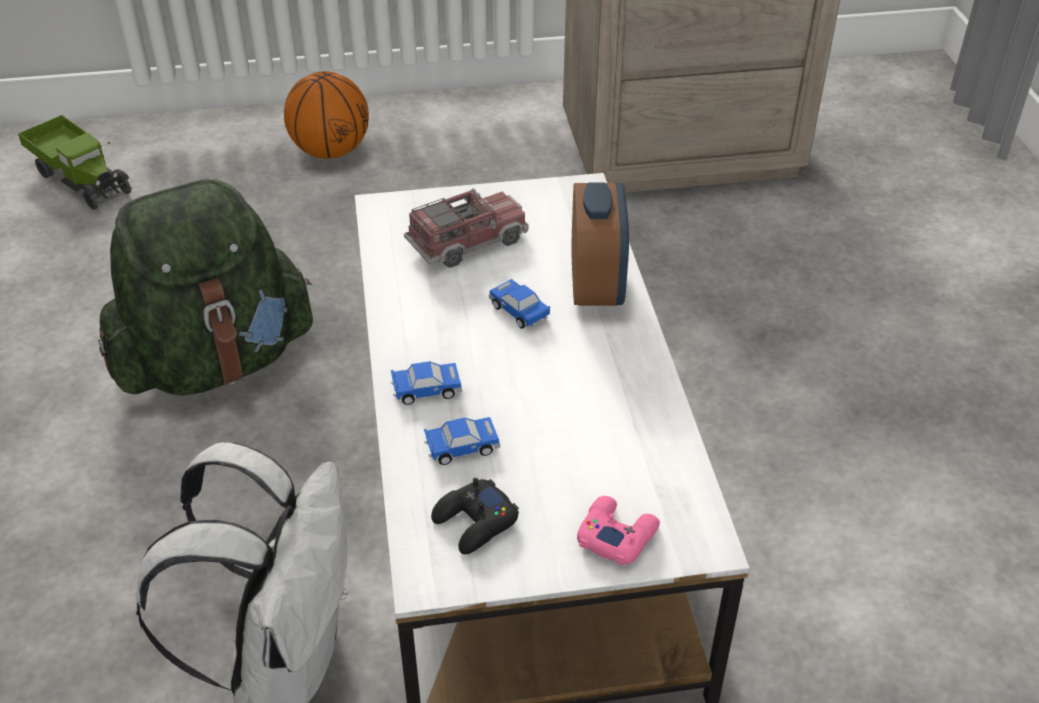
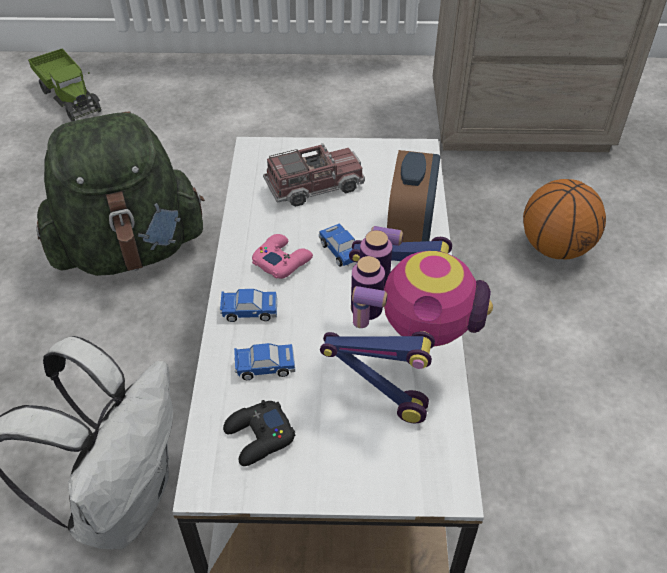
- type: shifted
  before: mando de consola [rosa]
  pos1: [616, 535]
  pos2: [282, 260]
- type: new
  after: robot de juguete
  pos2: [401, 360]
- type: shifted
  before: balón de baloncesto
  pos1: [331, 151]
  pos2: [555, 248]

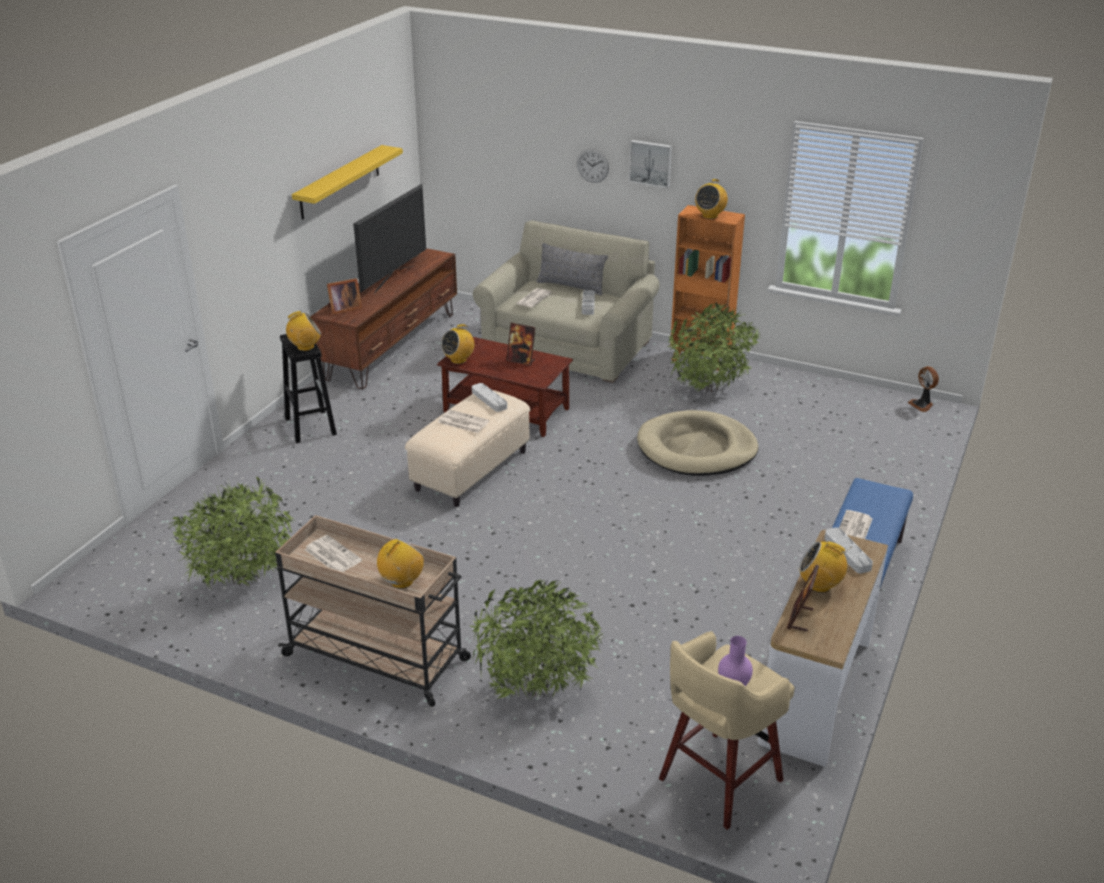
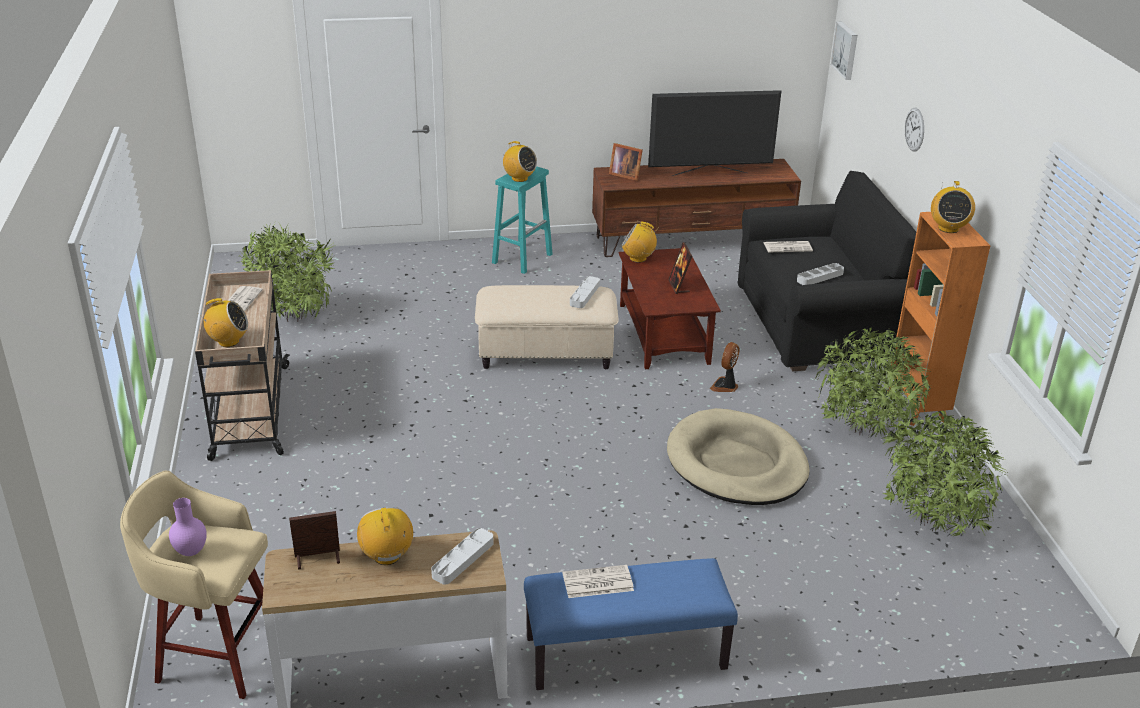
- type: repainted
  before: taburete [negro]
  after: taburete [turquesa]
  pos1: [310, 426]
  pos2: [522, 258]
- type: shifted
  before: ventilador
  pos1: [922, 405]
  pos2: [725, 386]
- type: repainted
  before: sofá [beis]
  after: sofá [negro]
  pos1: [568, 349]
  pos2: [818, 324]
- type: shifted
  before: cuadro
  pos1: [650, 163]
  pos2: [846, 50]
- type: shifted
  before: planta en maceta
  pos1: [535, 691]
  pos2: [928, 524]
- type: rotated
  before: radio
  pos1: [710, 215]
  pos2: [948, 228]
  turn: -75
- type: gone
  before: estante [amarillo]
  pos1: [340, 182]
- type: gone
  before: periódico
  pos1: [462, 422]
- type: gone
  before: cojín [gris]
  pos1: [571, 287]

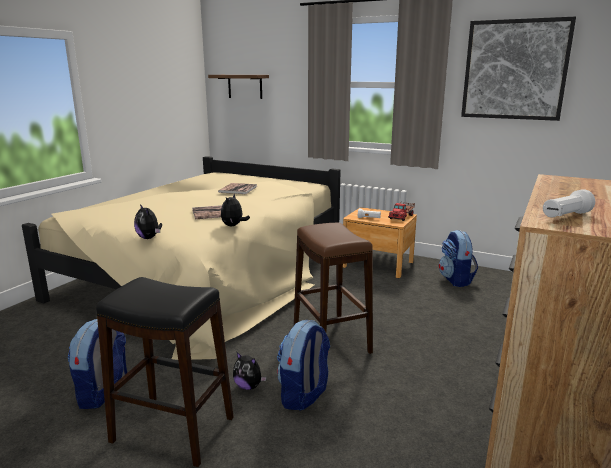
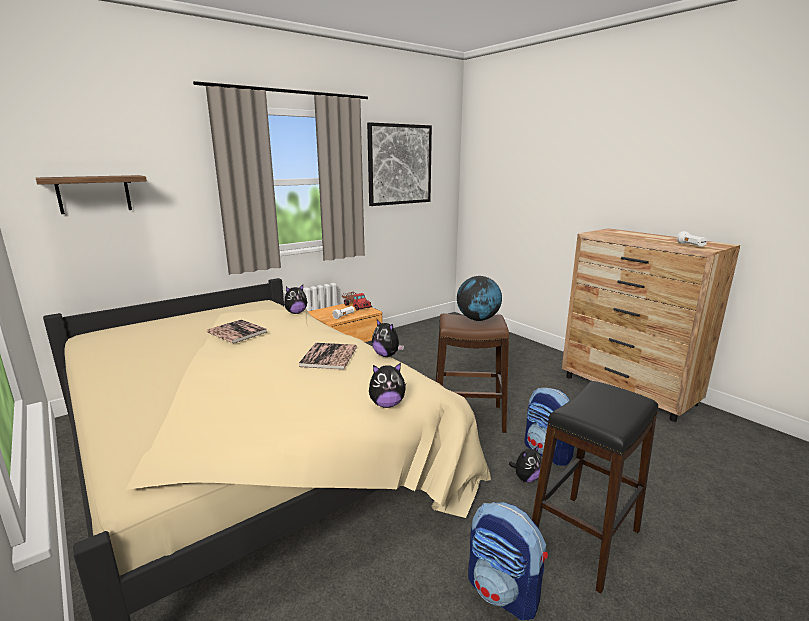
- type: new
  after: peluche
  pos2: [296, 313]
- type: new
  after: globo terráqueo
  pos2: [478, 319]
- type: gone
  before: mochila
  pos1: [456, 280]

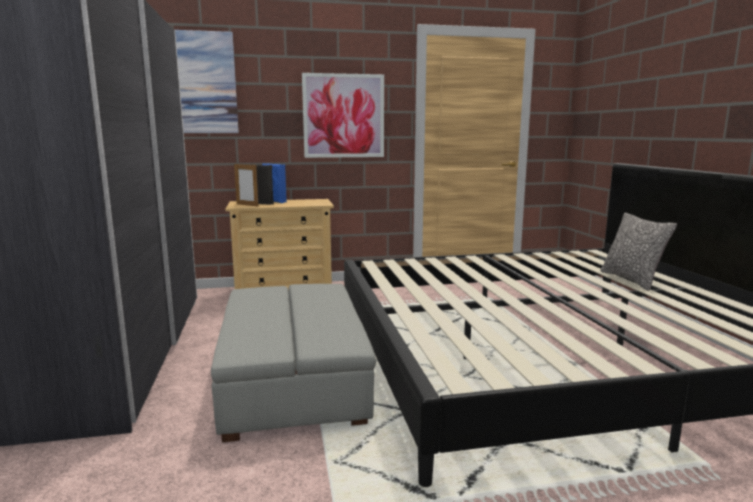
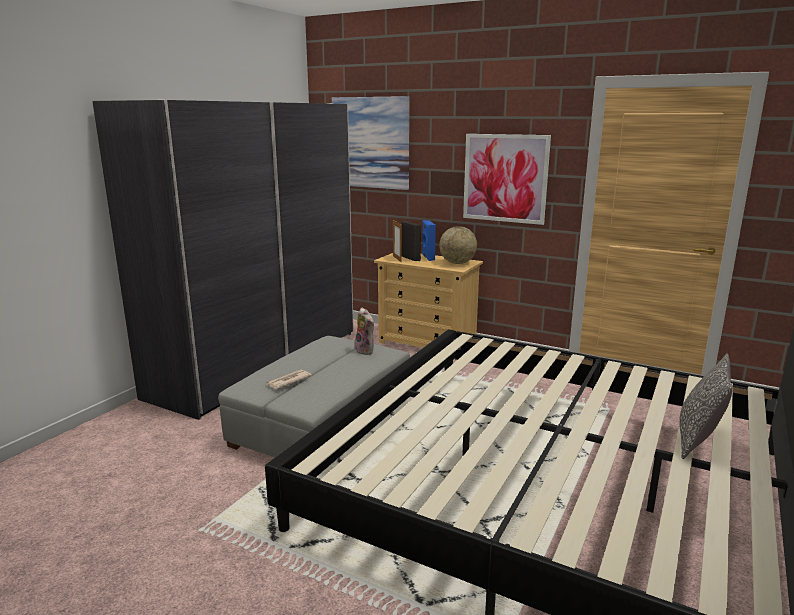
- type: new
  after: periódico
  pos2: [288, 381]
- type: new
  after: peluche
  pos2: [366, 351]
- type: new
  after: globo terráqueo
  pos2: [457, 263]

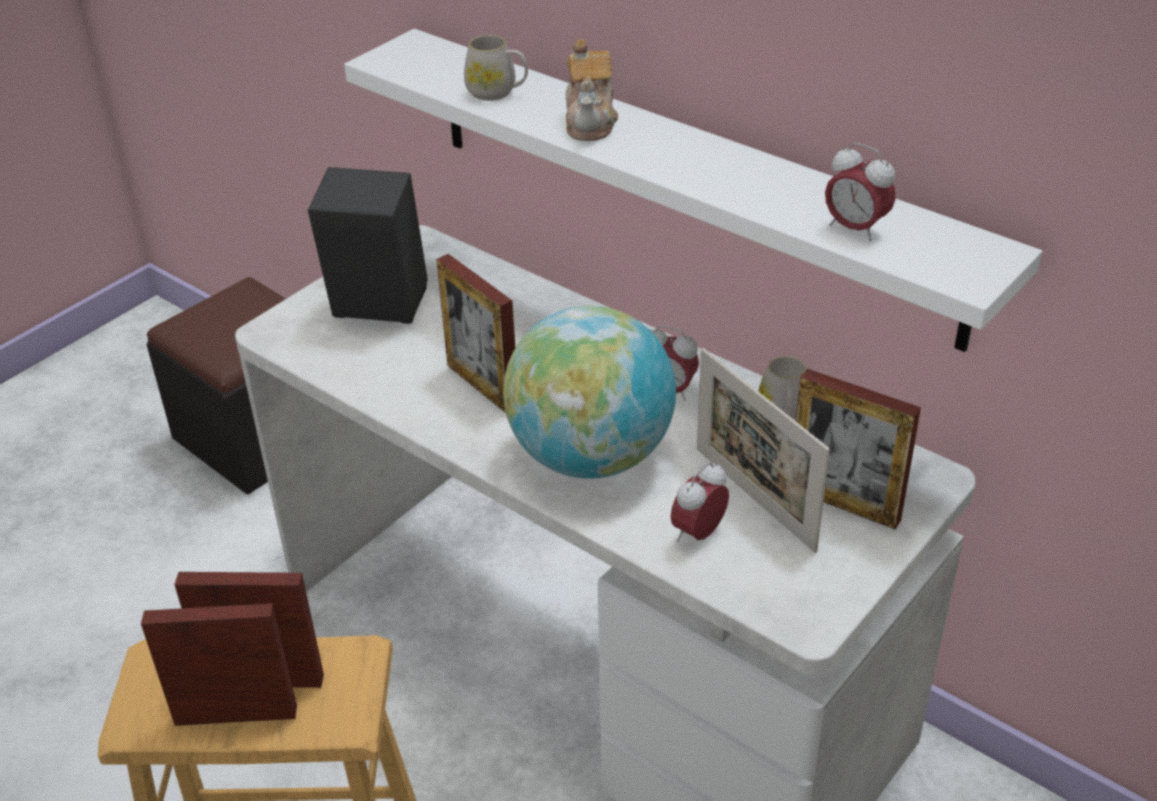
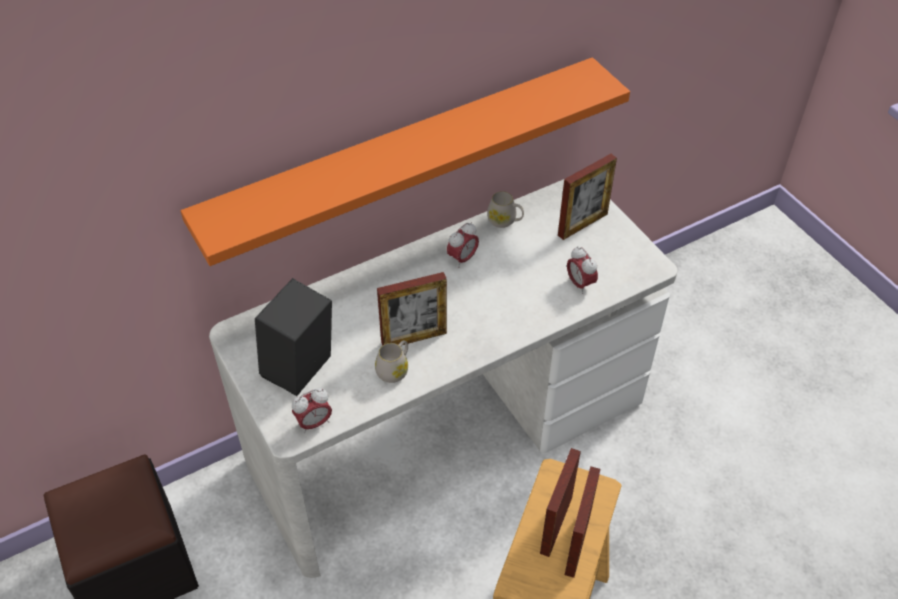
- type: repainted
  before: estante [blanco]
  after: estante [naranja]
  pos1: [684, 181]
  pos2: [403, 158]
- type: shifted
  before: despertador
  pos1: [855, 229]
  pos2: [314, 423]
- type: shifted
  before: taza grande [blanco]
  pos1: [497, 92]
  pos2: [394, 369]
- type: gone
  before: globo terráqueo
  pos1: [591, 456]
- type: gone
  before: tetera
  pos1: [591, 121]
- type: gone
  before: portarretratos
  pos1: [754, 498]

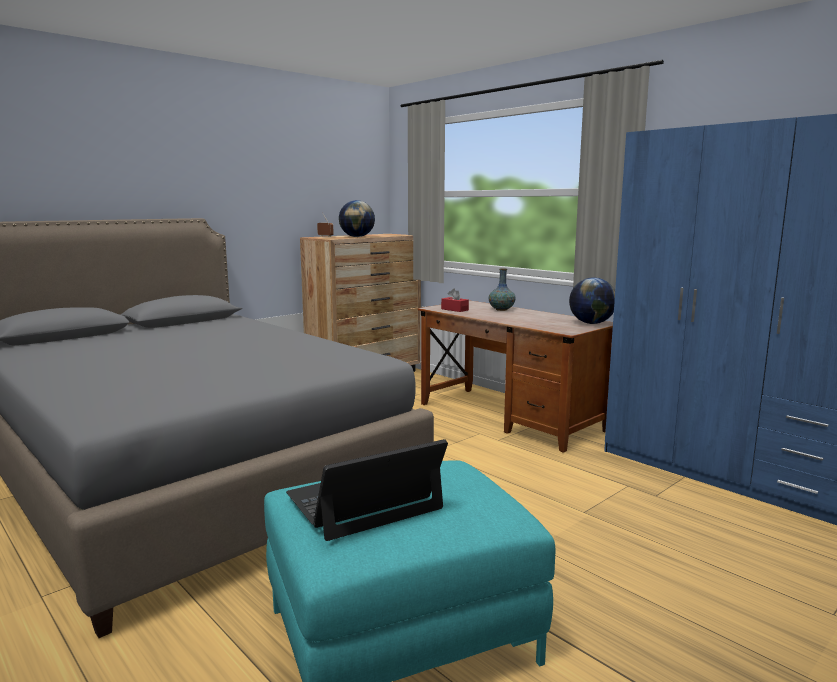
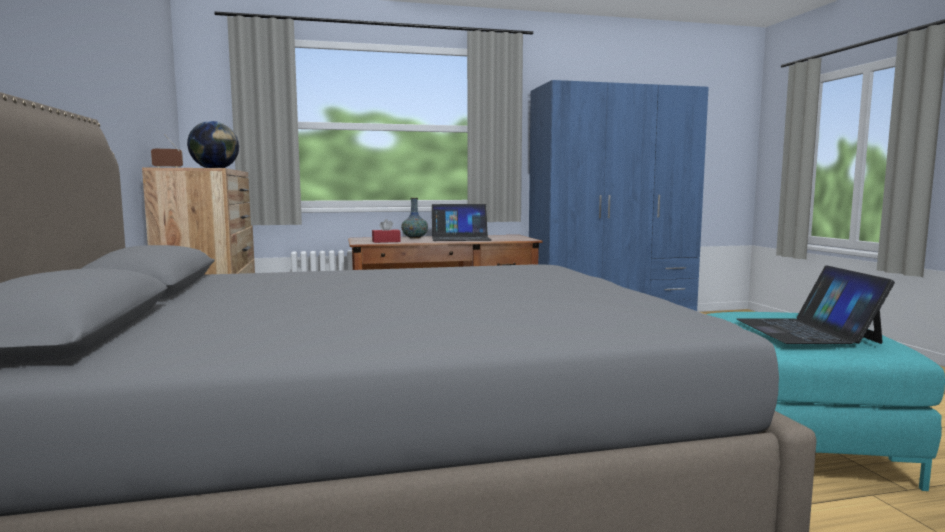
- type: new
  after: portátil
  pos2: [460, 238]
- type: gone
  before: globo terráqueo
  pos1: [591, 323]

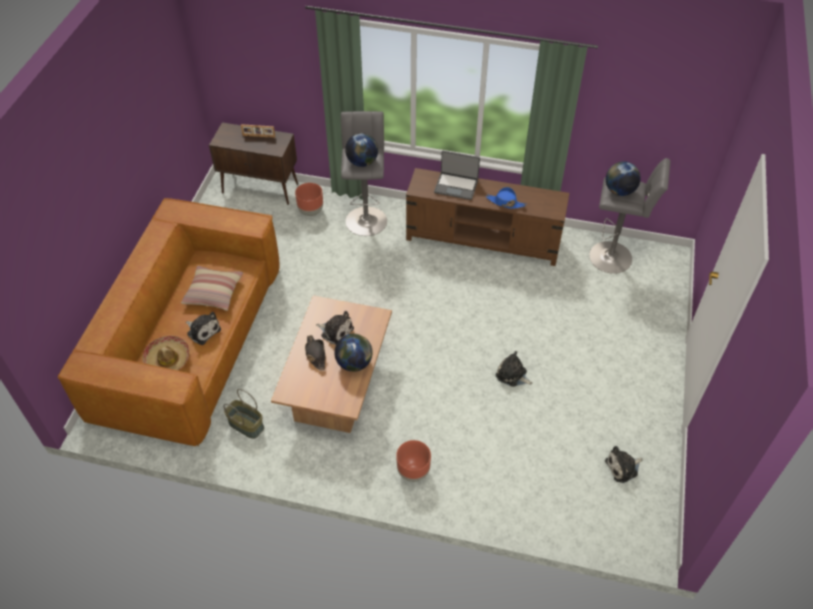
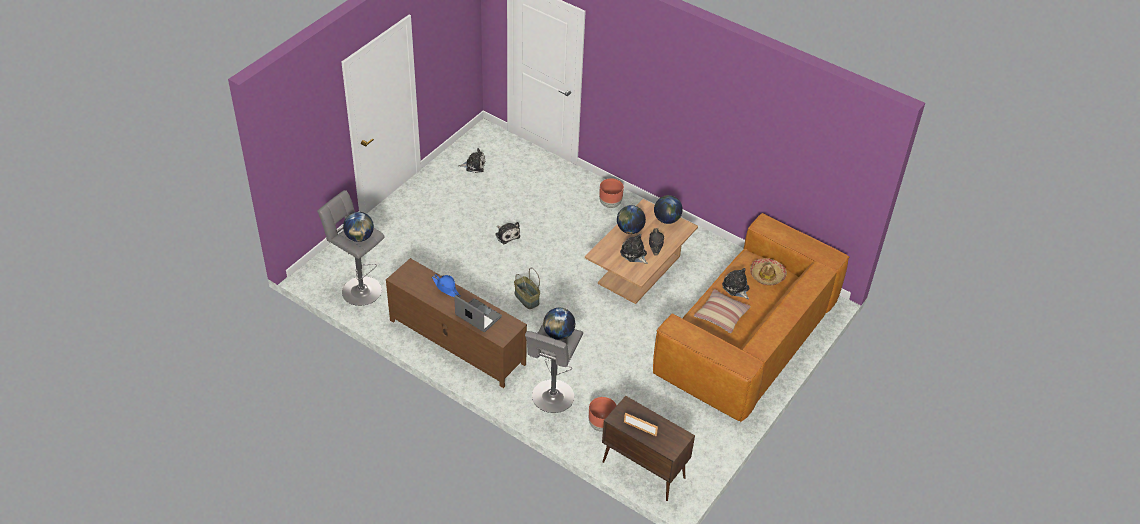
- type: shifted
  before: cesta
  pos1: [247, 425]
  pos2: [526, 298]
- type: new
  after: globo terráqueo
  pos2: [667, 219]

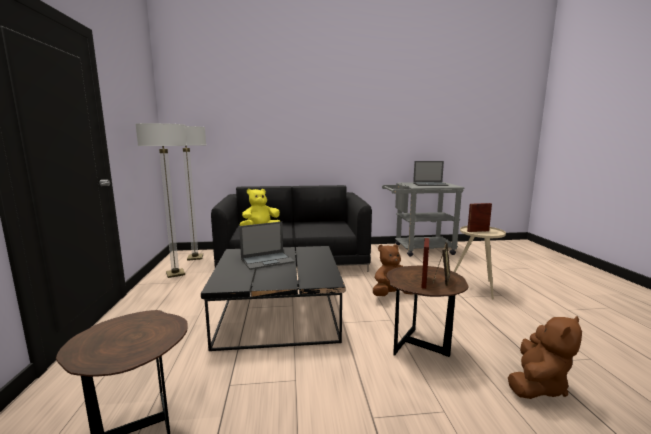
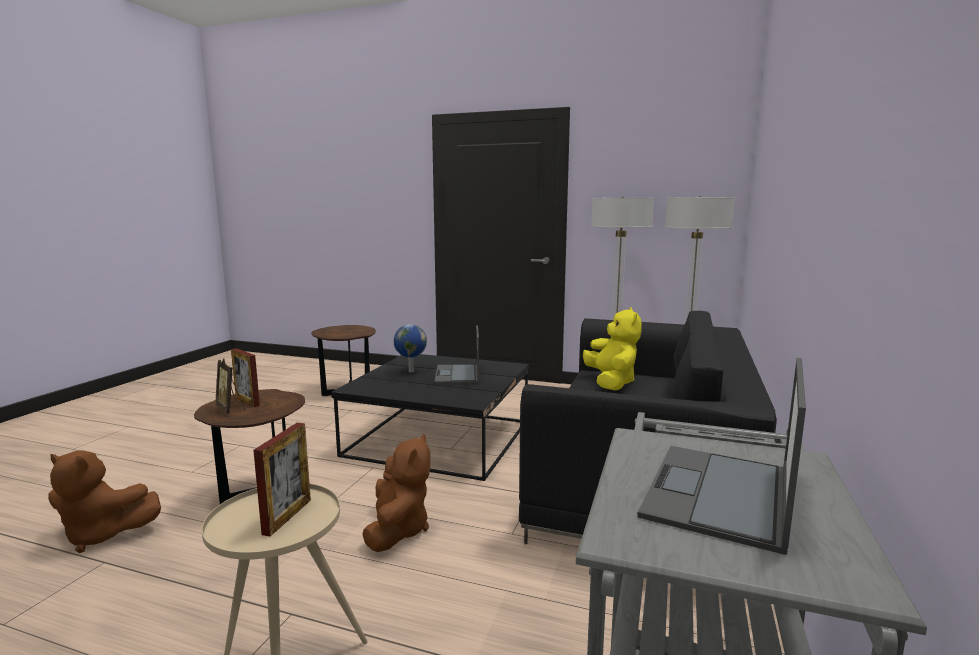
- type: rotated
  before: peluche [marrón]
  pos1: [537, 385]
  pos2: [102, 535]
  turn: -60
- type: new
  after: globo terráqueo
  pos2: [410, 371]

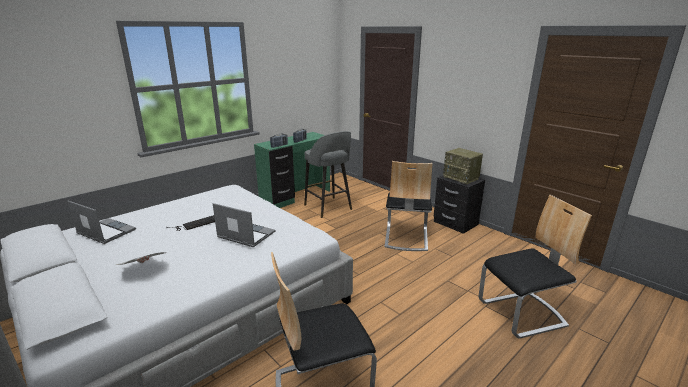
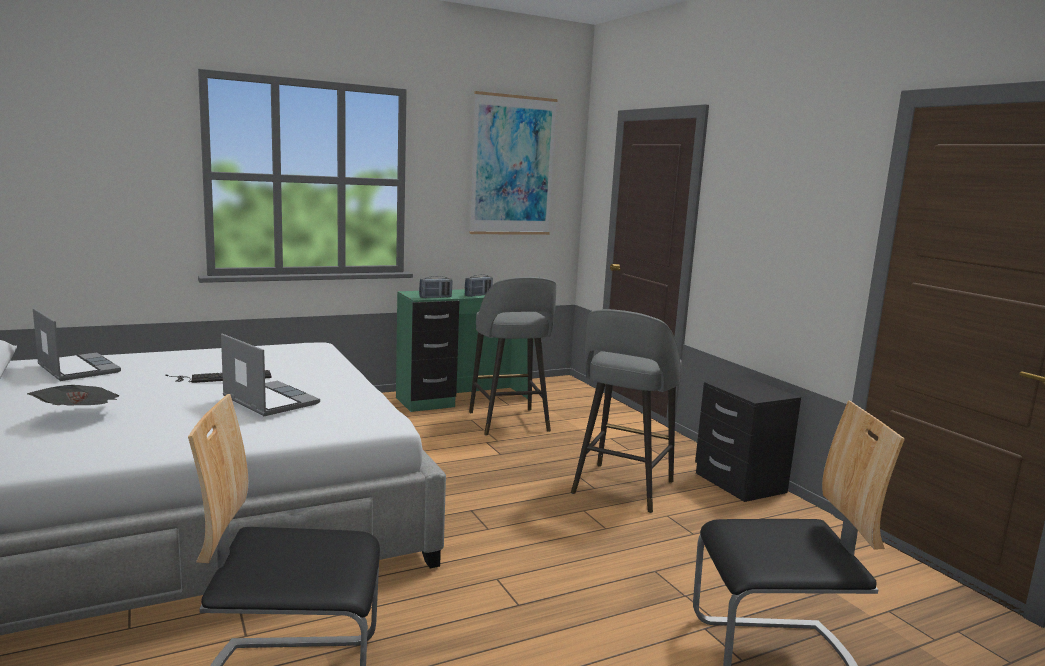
- type: new
  after: cuadro
  pos2: [512, 166]
- type: swapped
  before: silla
  after: taburete [gris]
  pos1: [406, 237]
  pos2: [621, 488]
- type: gone
  before: radio
  pos1: [461, 178]

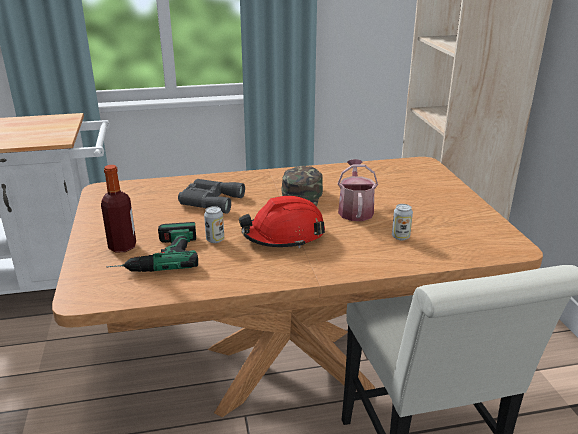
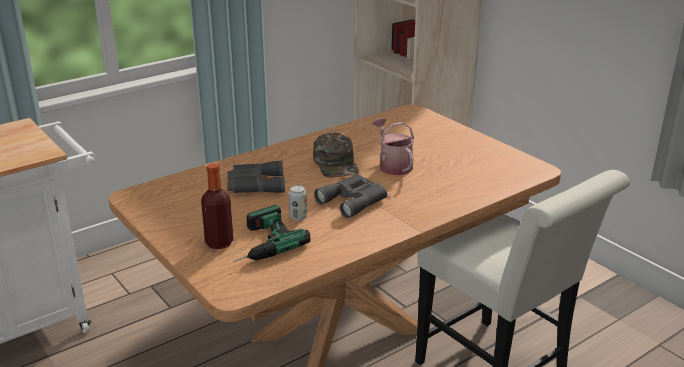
- type: swapped
  before: casco [rojo]
  after: prismáticos [gris]
  pos1: [284, 235]
  pos2: [354, 200]
- type: gone
  before: lata
  pos1: [400, 237]

